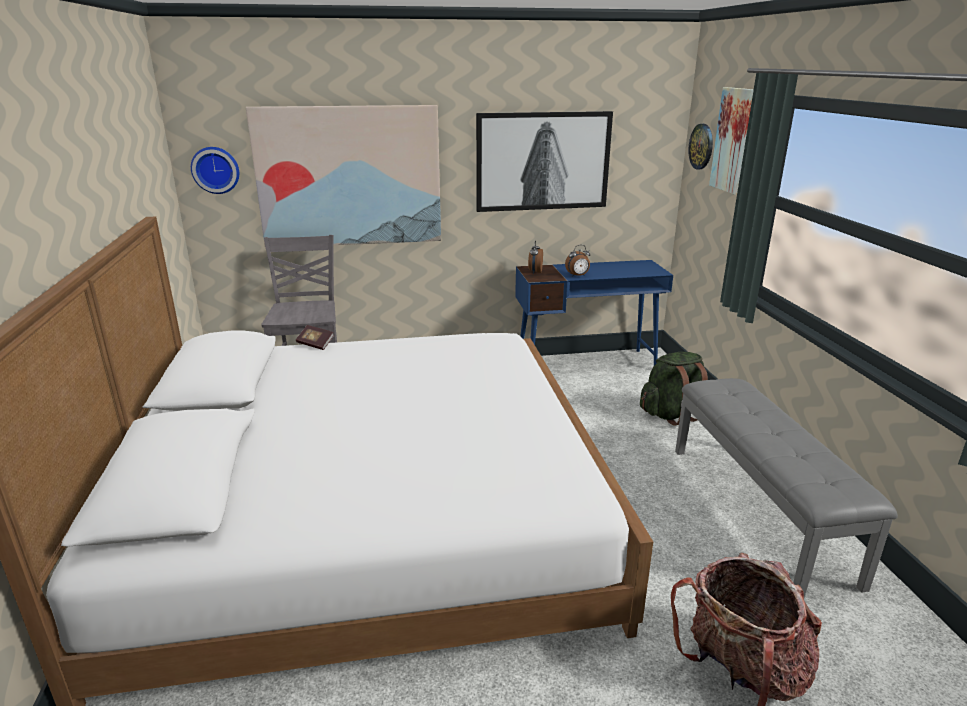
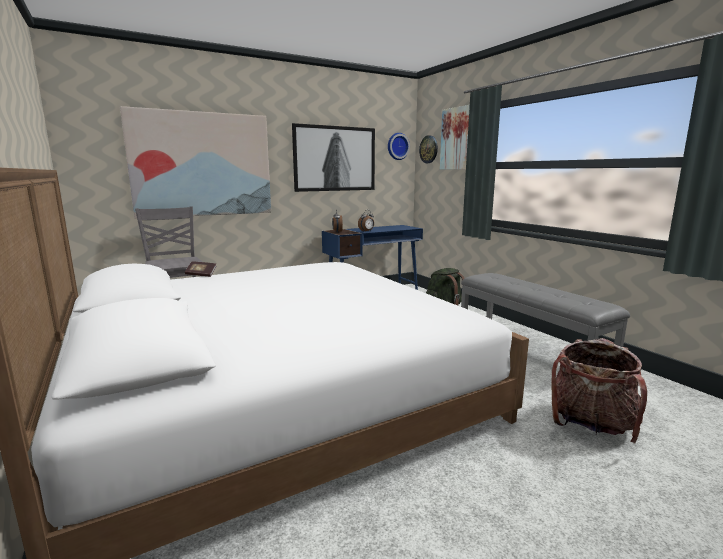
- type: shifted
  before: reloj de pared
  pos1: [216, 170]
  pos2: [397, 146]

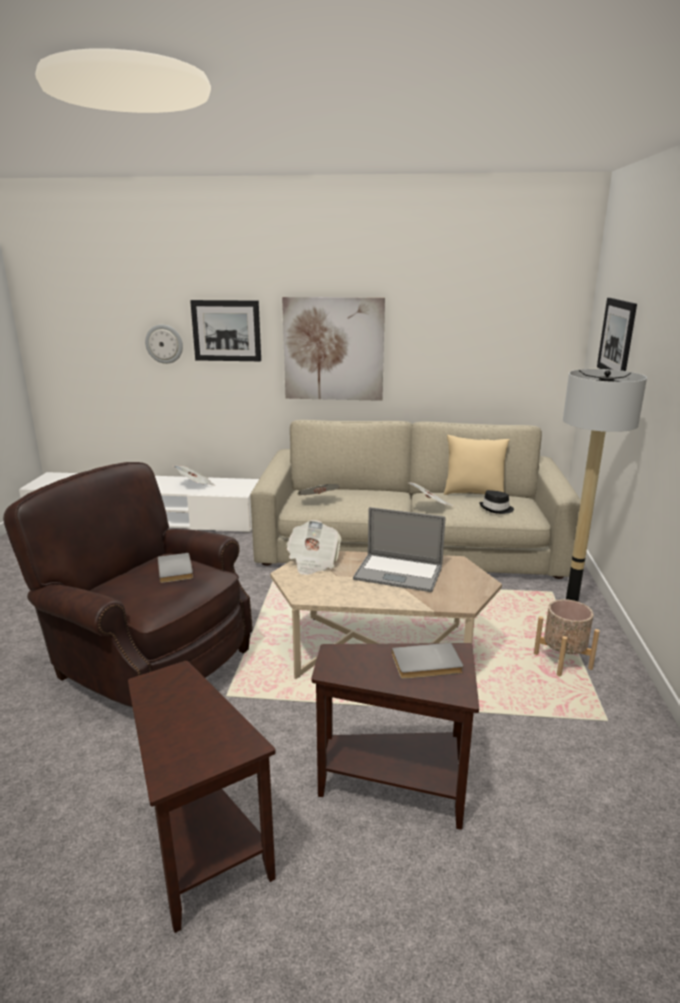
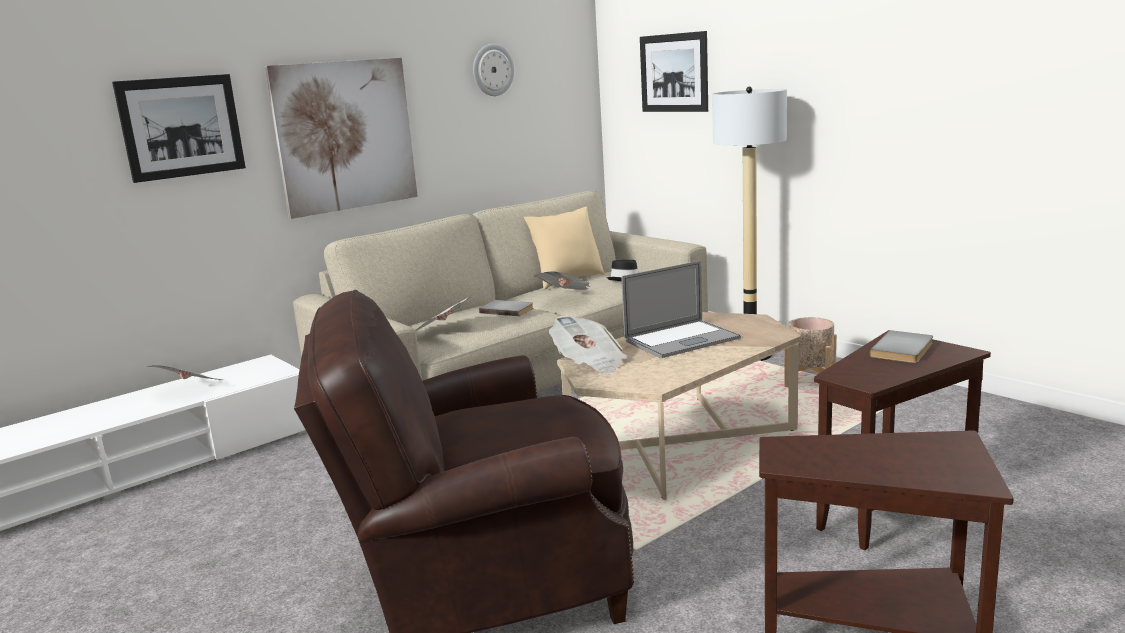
- type: shifted
  before: reloj de pared
  pos1: [164, 344]
  pos2: [492, 70]
- type: shifted
  before: libro [gris]
  pos1: [177, 569]
  pos2: [507, 310]

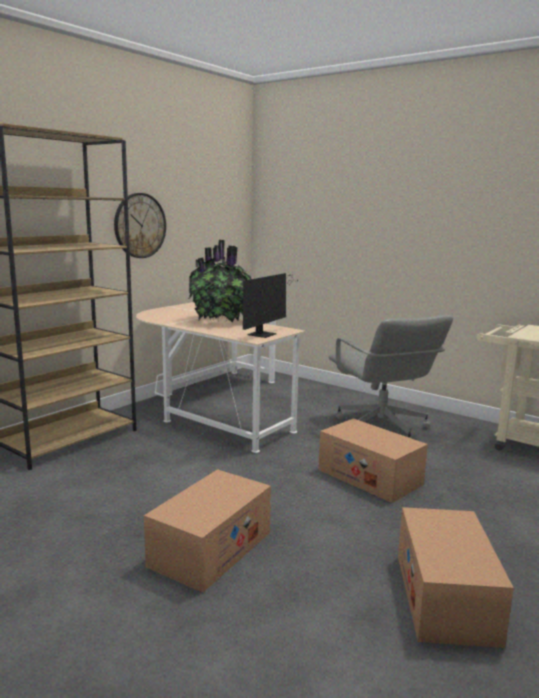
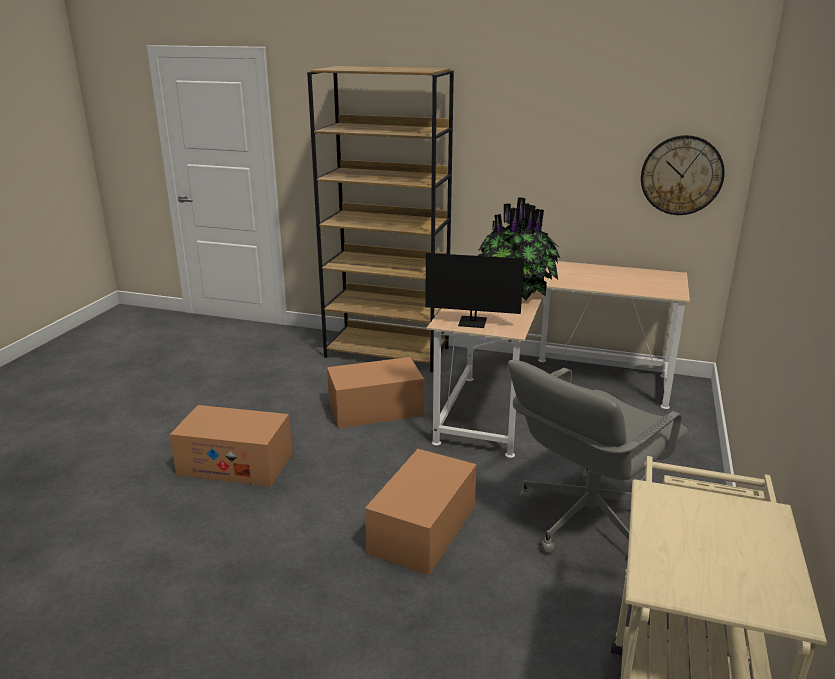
- type: shifted
  before: caja de cartón
  pos1: [445, 597]
  pos2: [376, 409]
- type: shifted
  before: reloj de pared
  pos1: [140, 225]
  pos2: [681, 175]

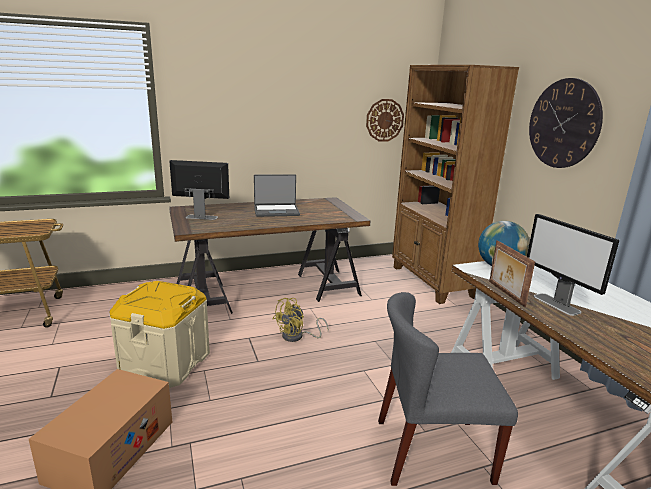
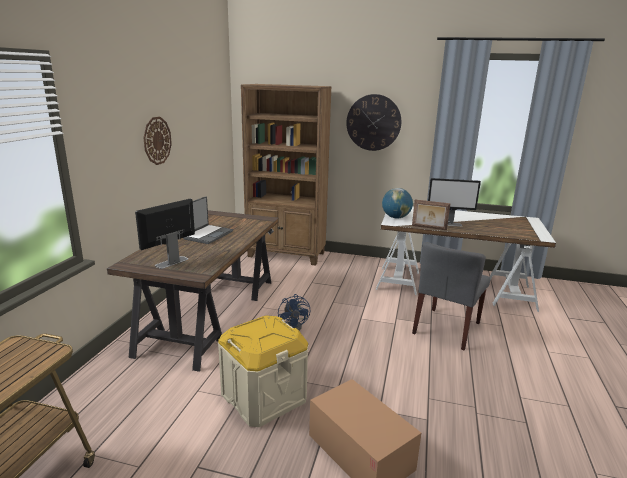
- type: shifted
  before: reloj de pared
  pos1: [384, 120]
  pos2: [157, 140]
- type: repainted
  before: ventilador [amarillo]
  after: ventilador [azul]
  pos1: [297, 337]
  pos2: [295, 326]

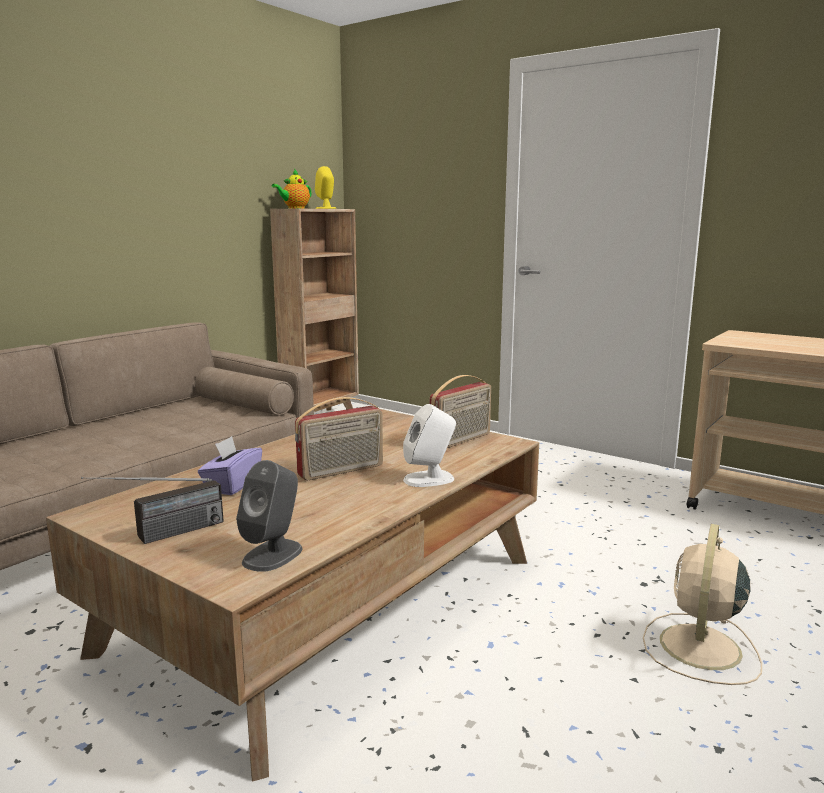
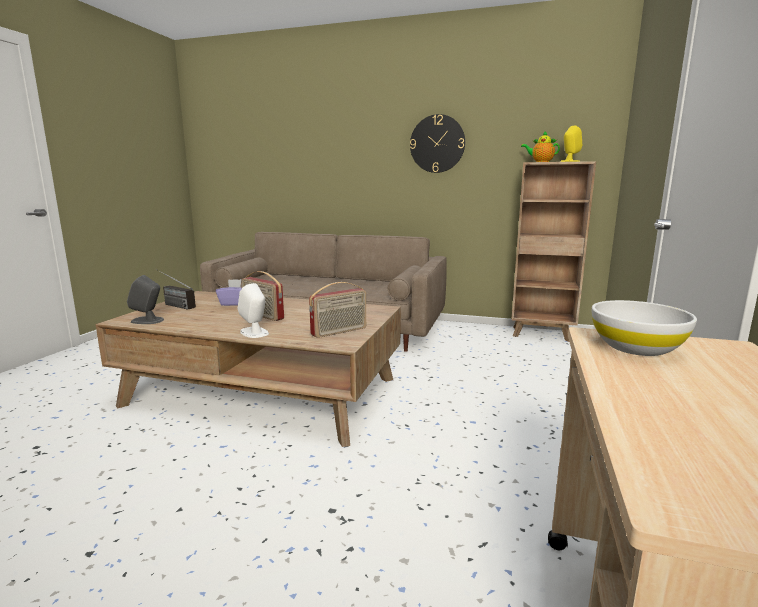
- type: rotated
  before: radio
  pos1: [461, 440]
  pos2: [339, 332]
  turn: -60
- type: new
  after: reloj de pared
  pos2: [437, 144]
- type: new
  after: cuenco [blanco]
  pos2: [637, 348]
- type: gone
  before: ventilador [beis]
  pos1: [699, 649]

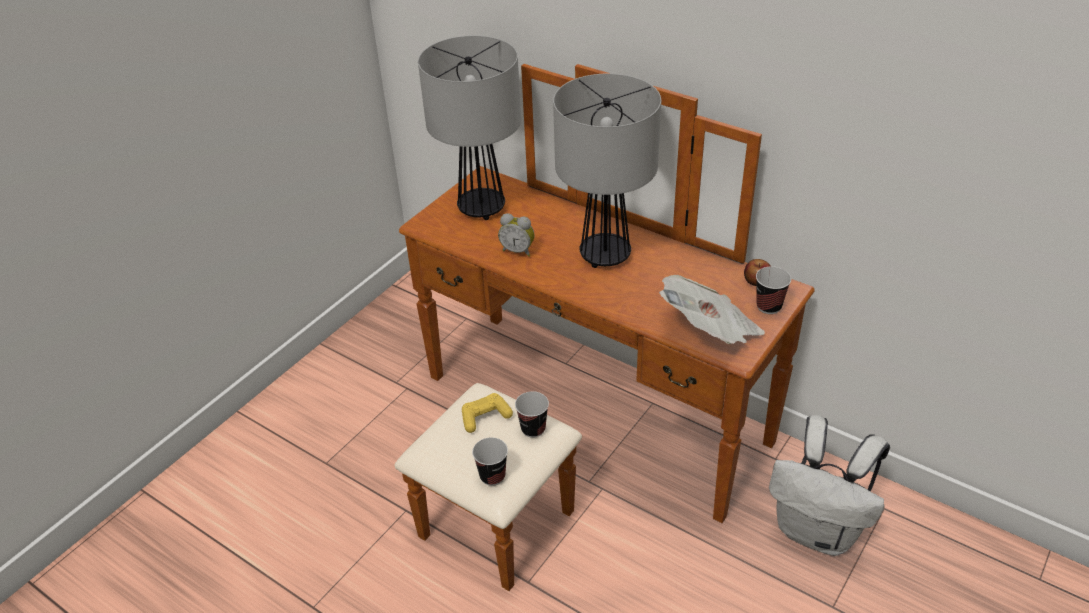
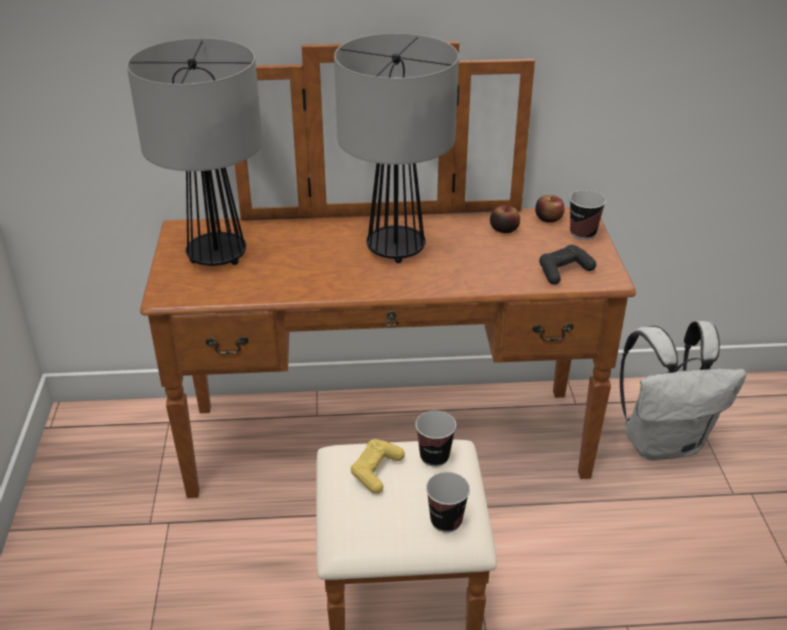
- type: new
  after: manzana
  pos2: [504, 229]
- type: swapped
  before: periódico
  after: mando de consola [negro]
  pos1: [710, 331]
  pos2: [564, 271]
- type: gone
  before: despertador
  pos1: [518, 250]

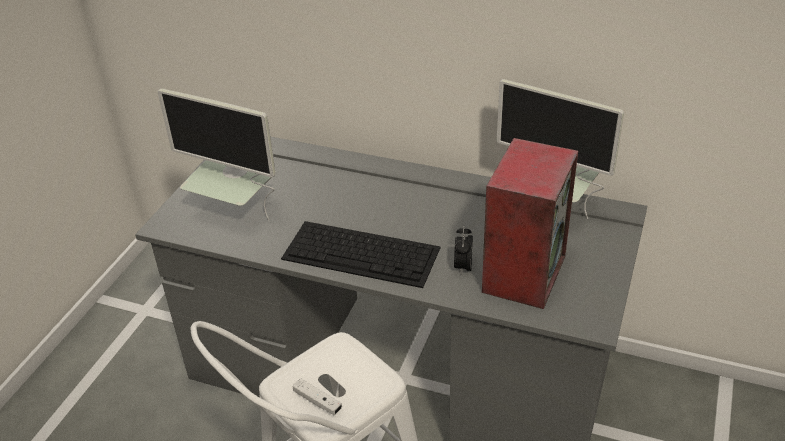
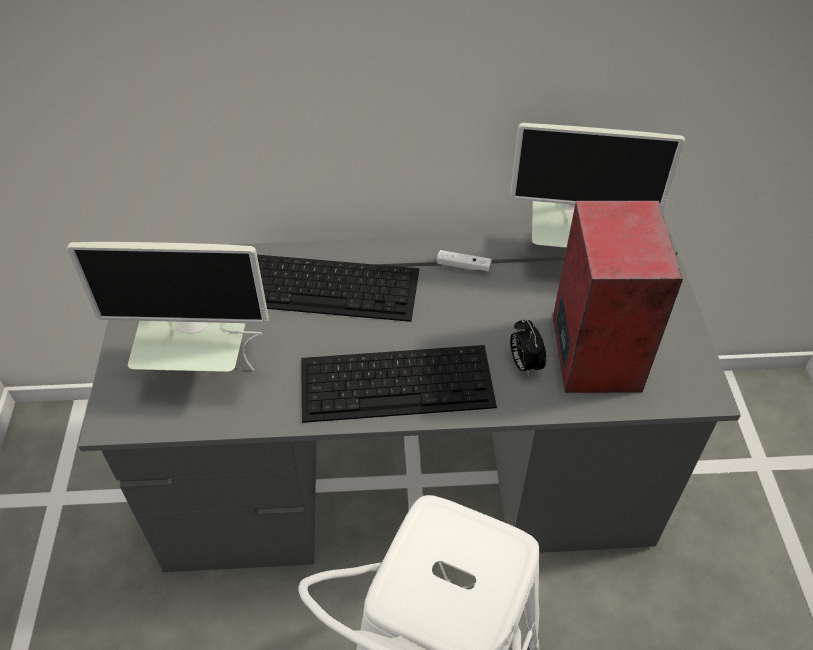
- type: new
  after: teclado
  pos2: [332, 287]
- type: shifted
  before: mando de consola [blanco]
  pos1: [317, 401]
  pos2: [463, 266]

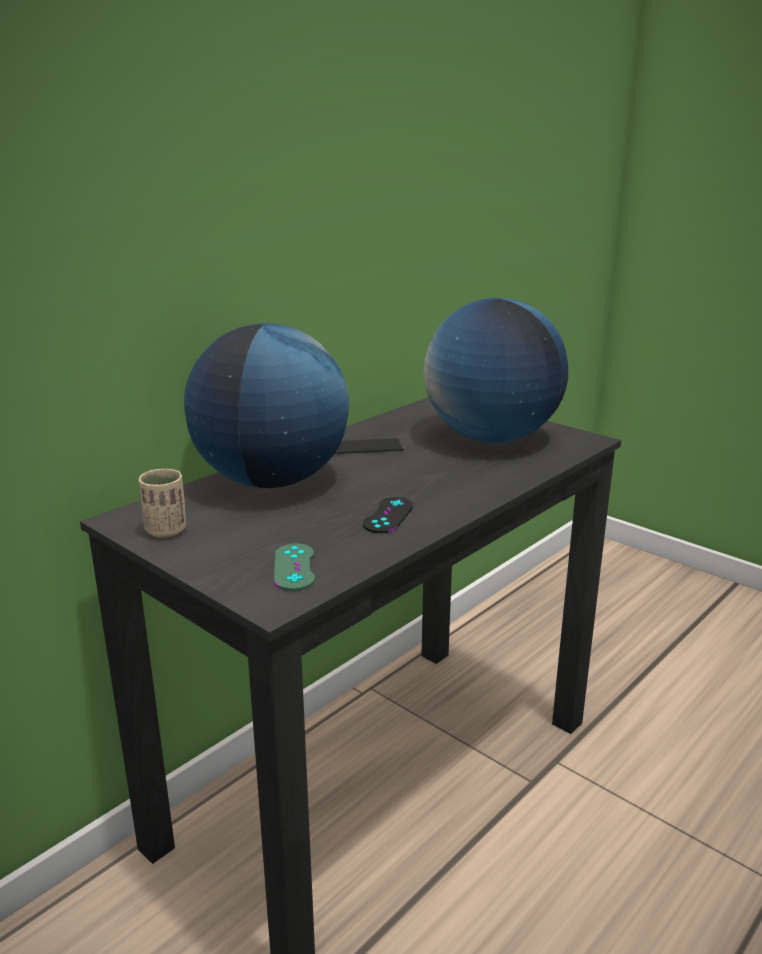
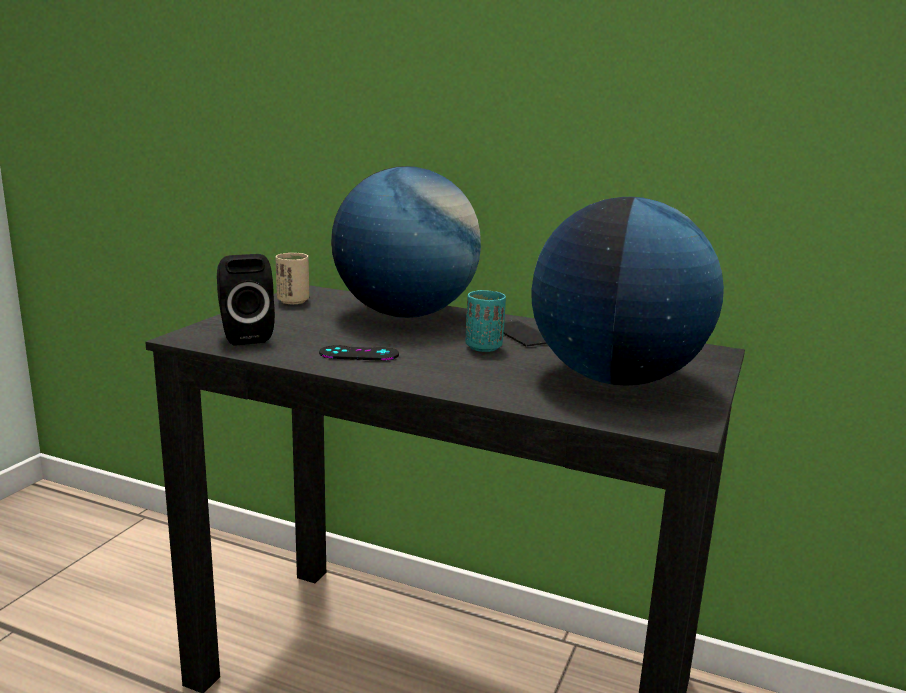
- type: swapped
  before: mando de consola [verde]
  after: altavoz [negro]
  pos1: [294, 567]
  pos2: [244, 336]
- type: new
  after: taza [turquesa]
  pos2: [484, 347]

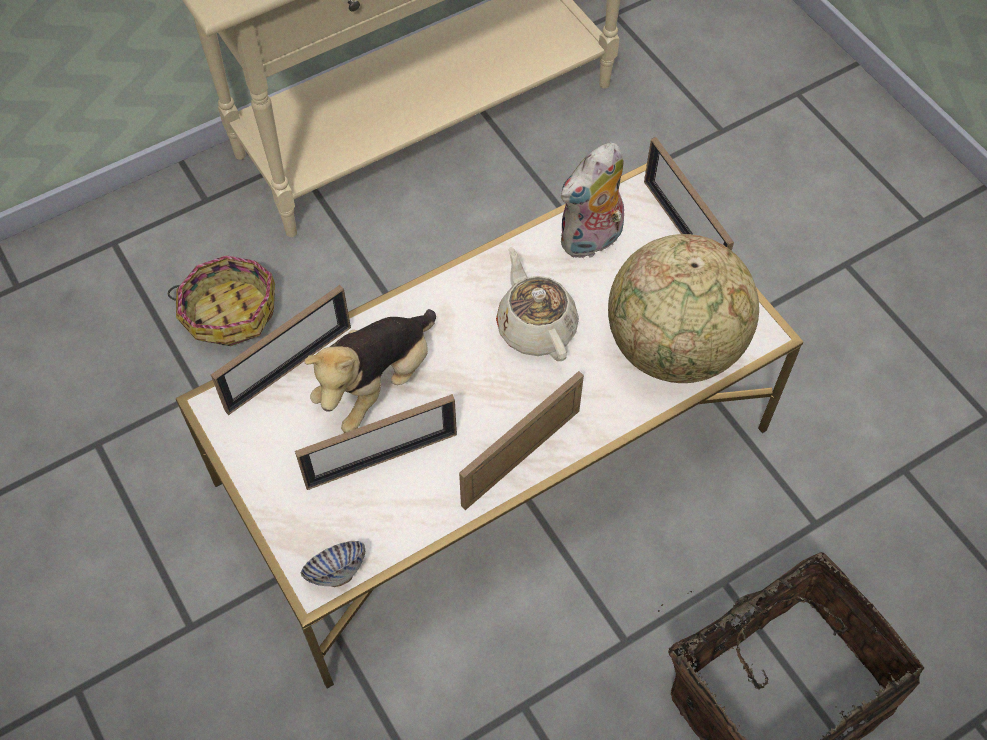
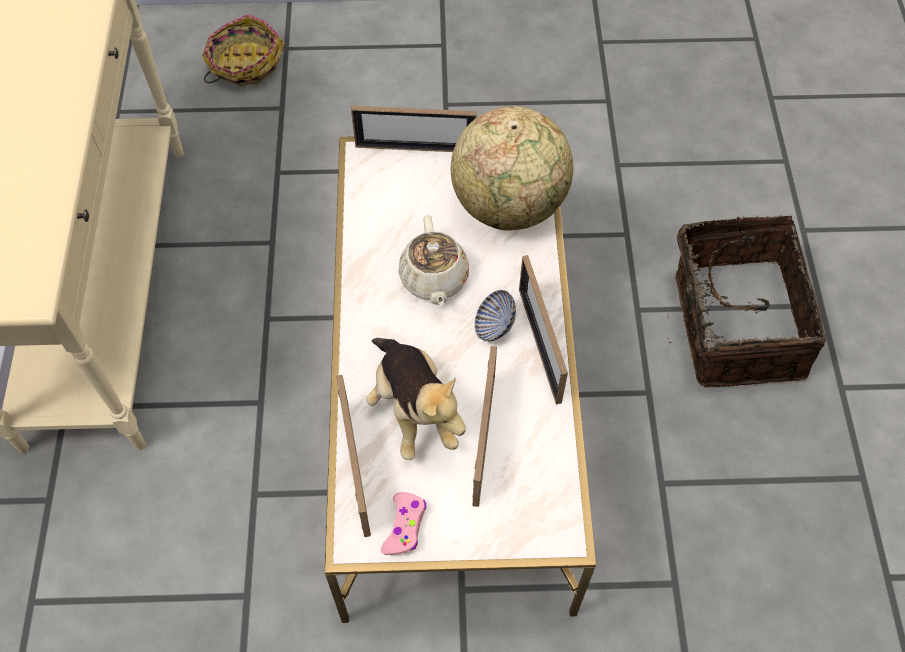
- type: shifted
  before: cesta
  pos1: [229, 311]
  pos2: [244, 63]
- type: new
  after: mando de consola [rosa]
  pos2: [405, 526]
- type: rotated
  before: tetera [beis]
  pos1: [535, 326]
  pos2: [434, 279]
  turn: -105
- type: shifted
  before: cuenco
  pos1: [336, 571]
  pos2: [494, 326]
- type: gone
  before: peluche
  pos1: [591, 241]

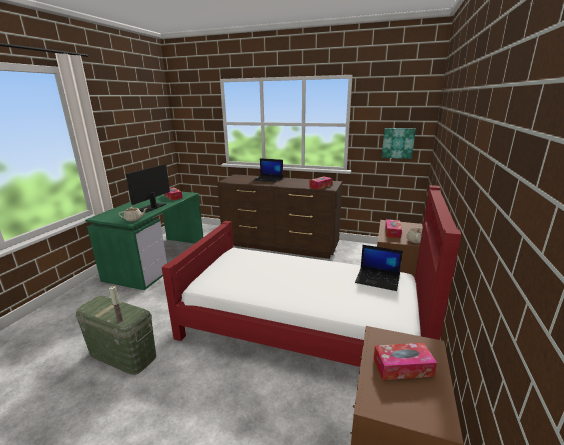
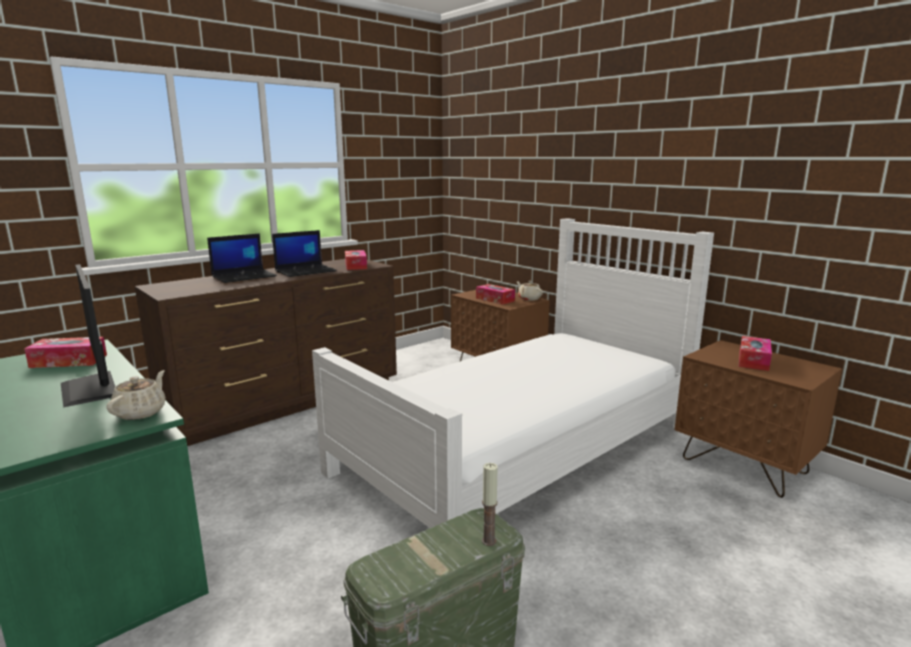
- type: shifted
  before: portátil
  pos1: [378, 279]
  pos2: [306, 271]
- type: repainted
  before: cama [rojo]
  after: cama [blanco]
  pos1: [303, 324]
  pos2: [520, 448]
- type: gone
  before: cuadro
  pos1: [398, 143]

